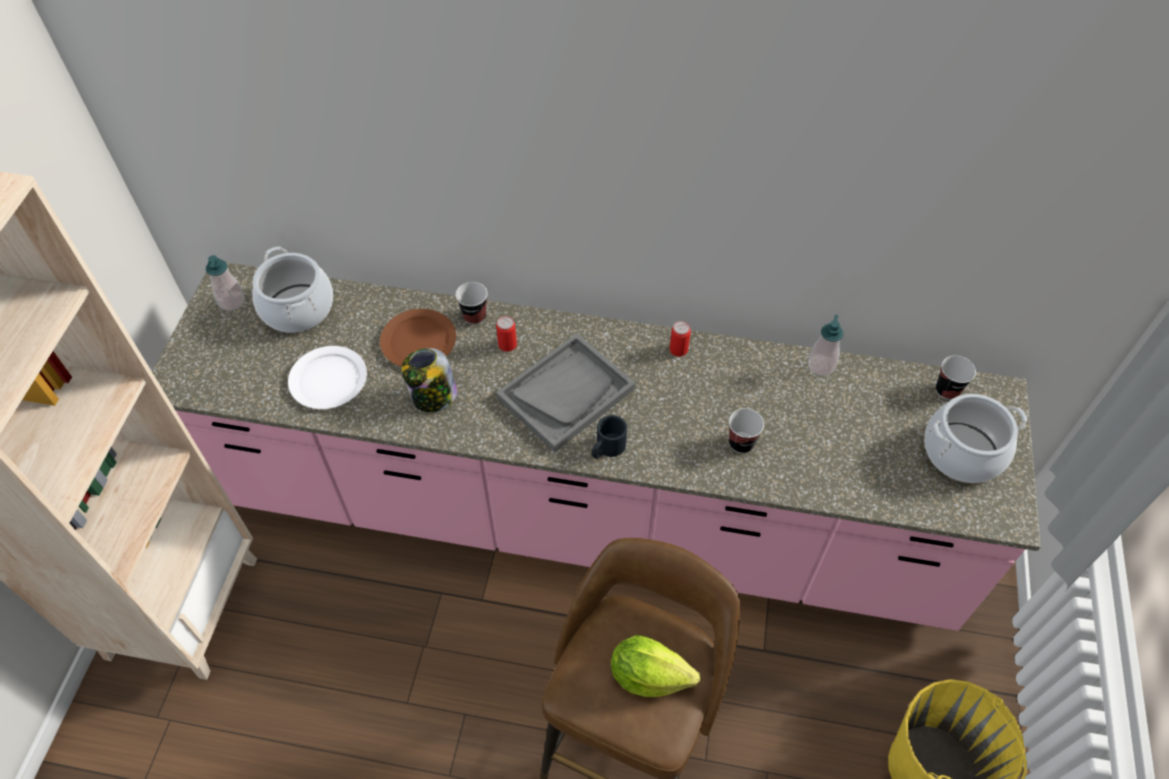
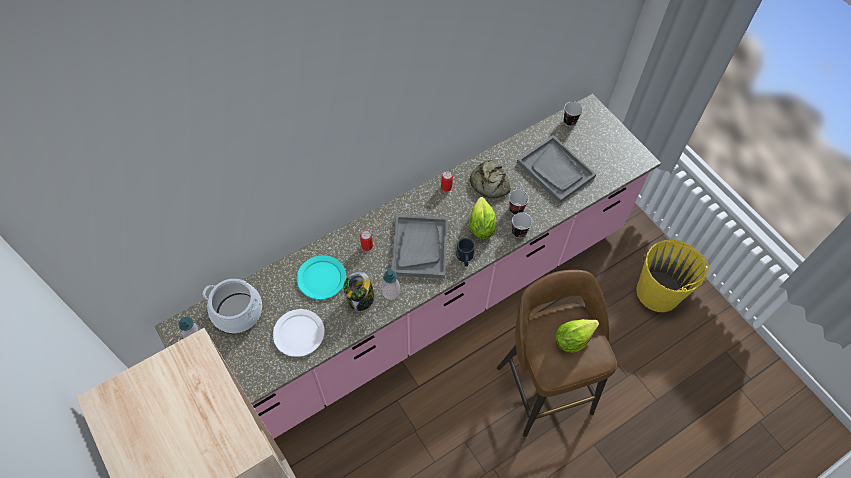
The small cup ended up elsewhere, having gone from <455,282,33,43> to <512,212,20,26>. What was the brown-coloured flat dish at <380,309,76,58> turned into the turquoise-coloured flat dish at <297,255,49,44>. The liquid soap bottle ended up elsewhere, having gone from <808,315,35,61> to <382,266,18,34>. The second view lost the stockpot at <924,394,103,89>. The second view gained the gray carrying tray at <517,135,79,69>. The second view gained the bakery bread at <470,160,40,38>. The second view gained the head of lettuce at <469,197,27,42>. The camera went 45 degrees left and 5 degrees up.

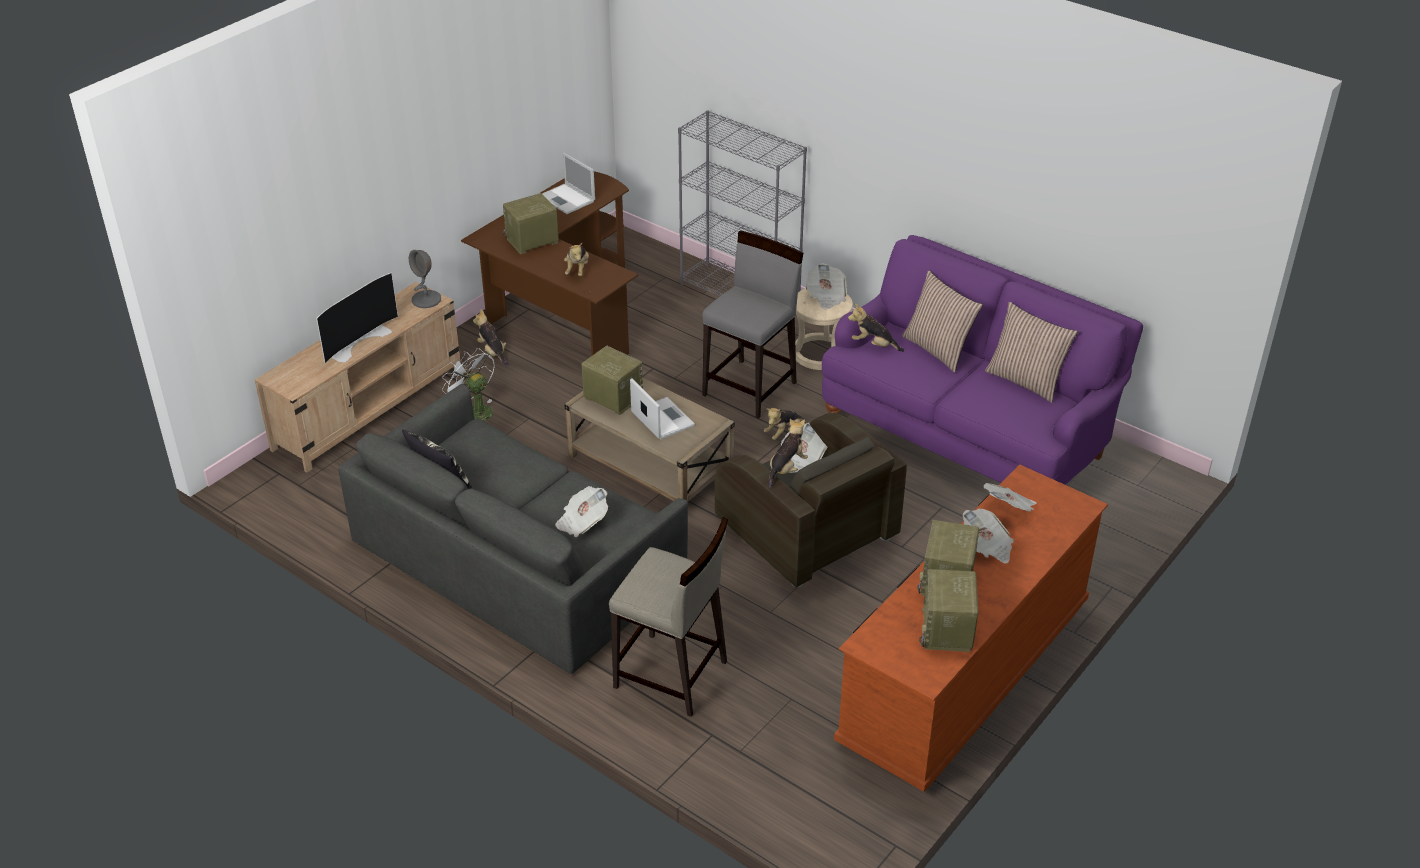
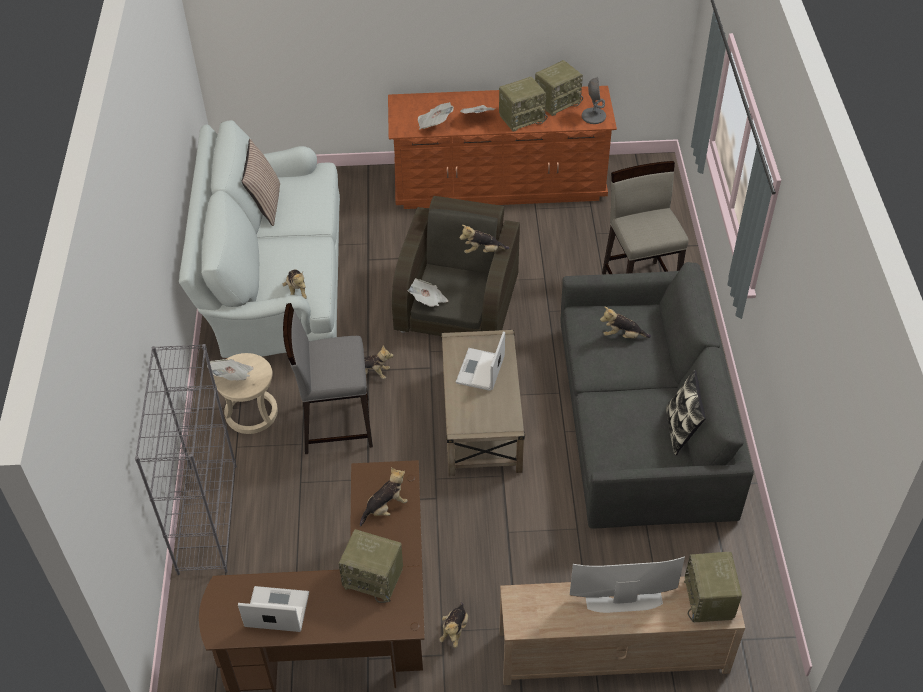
The portable computer at <542,153,53,61> ended up facing another way, 90 degrees counterclockwise from before. What was the purple-coloured settee at <822,235,321,250> turned into the white-coloured settee at <179,120,161,239>. The gray tabletop lamp ended up elsewhere, having gone from <409,250,32,58> to <581,77,25,47>. The second view lost the pillow at <902,270,81,102>. The radio set ended up elsewhere, having gone from <581,346,62,69> to <684,552,58,70>. The second view lost the white-coloured electric fan at <442,348,53,75>. Where the printed paper stood at <555,486,53,51>, the cuddly toy came to stand at <600,307,51,31>. The camera went 130 degrees left and 10 degrees up.

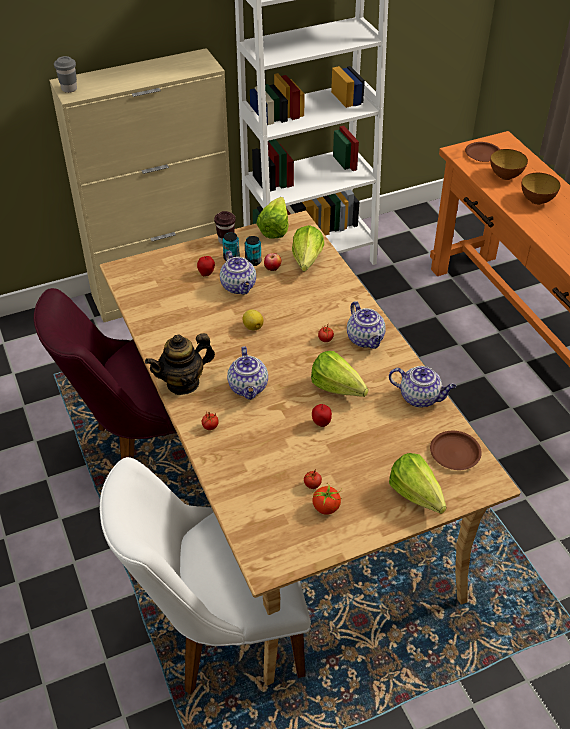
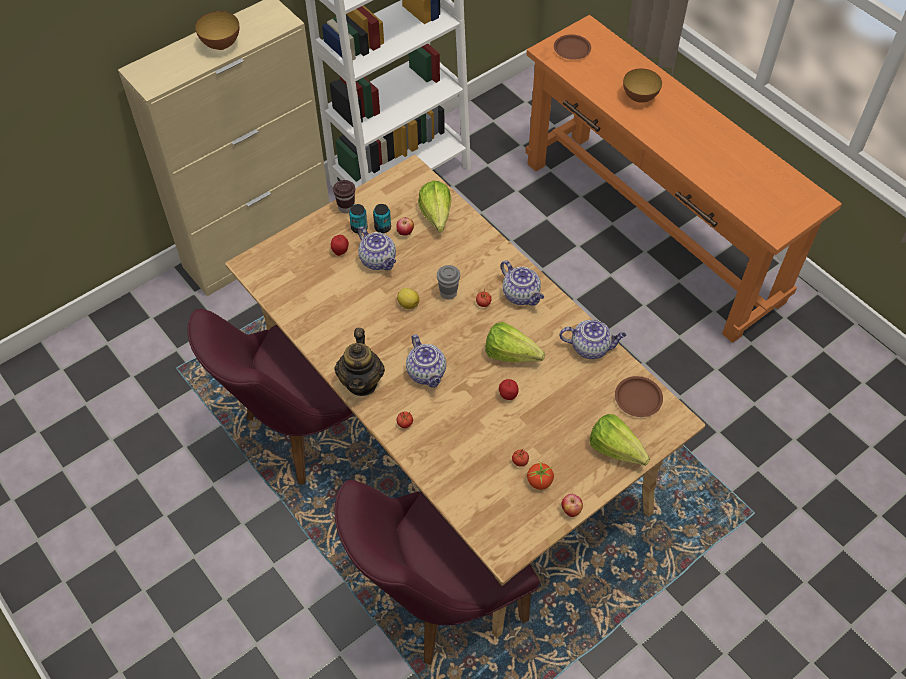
The gray small cup ended up elsewhere, having gone from <54,56,23,37> to <437,265,23,35>. The deep dish ended up elsewhere, having gone from <490,149,38,31> to <195,11,44,39>. The second view lost the head of lettuce at <256,197,33,42>. The pot for tea at <145,333,70,62> ended up facing another way, 45 degrees counterclockwise from before. What was the white-coloured plain chair at <100,457,211,238> turned into the purple-coloured plain chair at <335,480,205,185>. The second view gained the apple fruit at <561,494,22,23>. The camera went 15 degrees left and 10 degrees up.

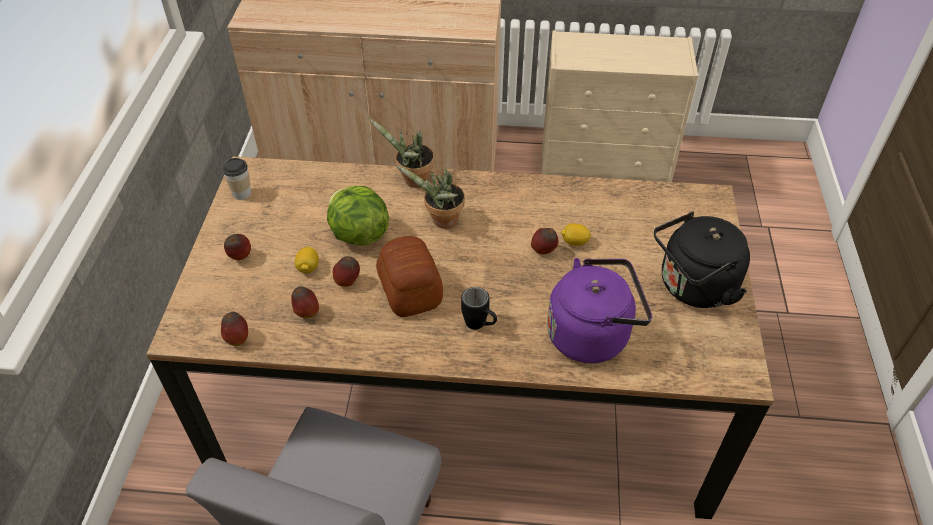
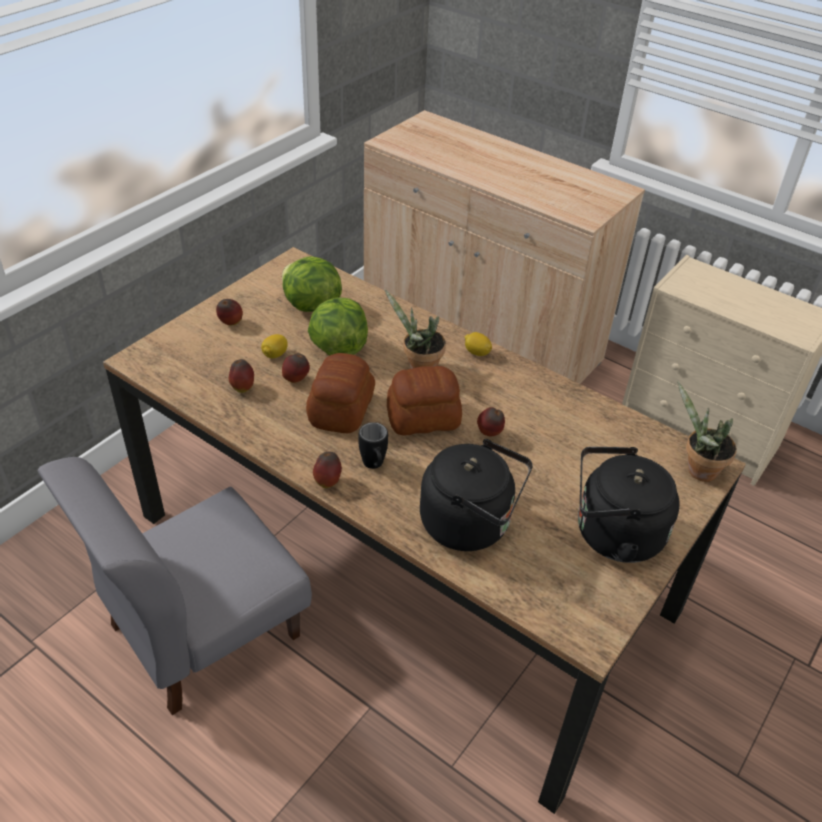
The potted plant ended up elsewhere, having gone from <368,118,66,70> to <677,381,60,101>. The second view lost the small cup at <222,158,29,42>. The whole lemon ended up elsewhere, having gone from <561,223,30,23> to <465,332,27,24>. What was the purple-coloured kettle at <547,258,105,105> turned into the black kettle at <420,439,113,112>. The apple fruit ended up elsewhere, having gone from <221,312,27,34> to <313,452,29,36>. The second view gained the head of lettuce at <282,256,60,56>. The second view gained the bakery bread at <387,366,75,70>. The camera went 30 degrees right and 5 degrees down.

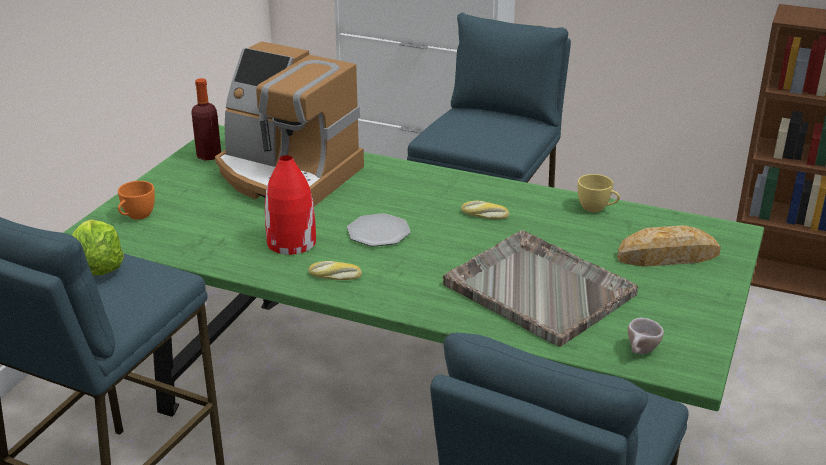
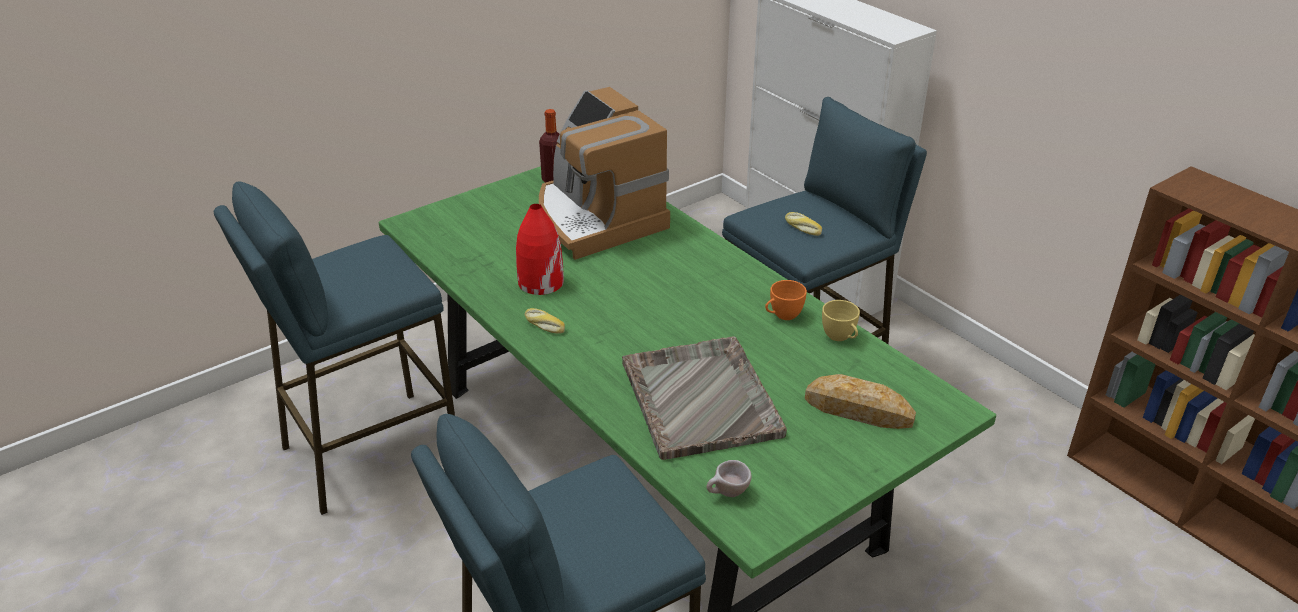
The orange small cup ended up elsewhere, having gone from <118,181,37,39> to <765,280,42,40>. The bakery bread ended up elsewhere, having gone from <461,201,48,18> to <785,212,37,24>. The second view lost the flat dish at <347,213,64,34>. The second view lost the head of lettuce at <72,220,52,56>. The camera went 30 degrees right and 5 degrees up.

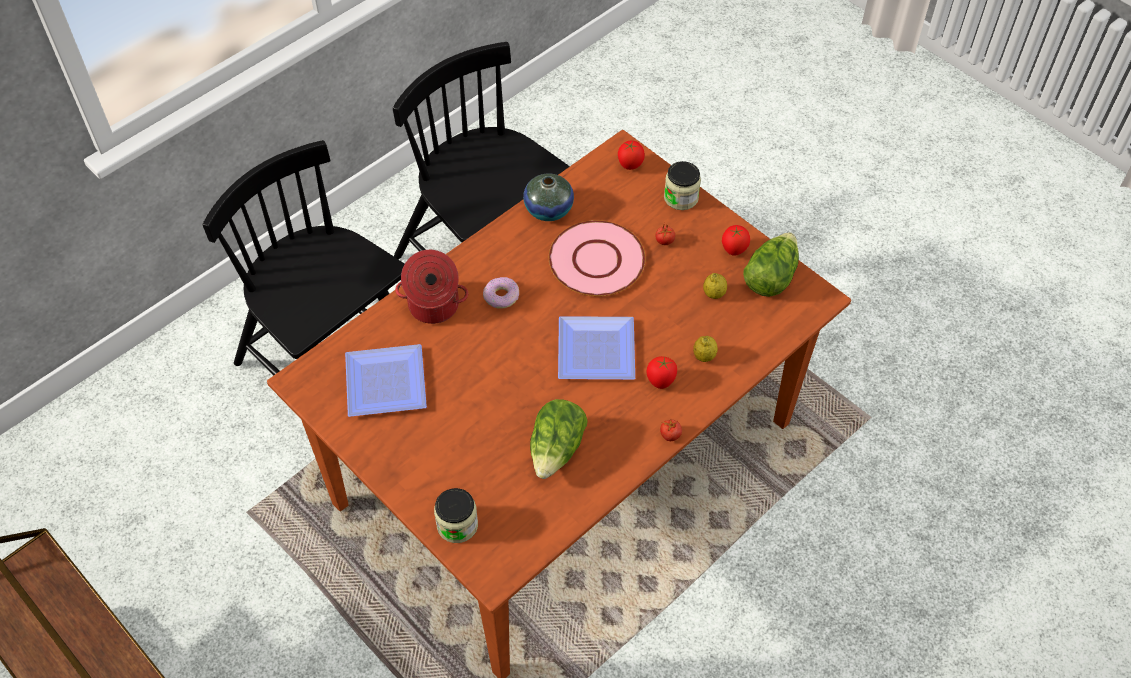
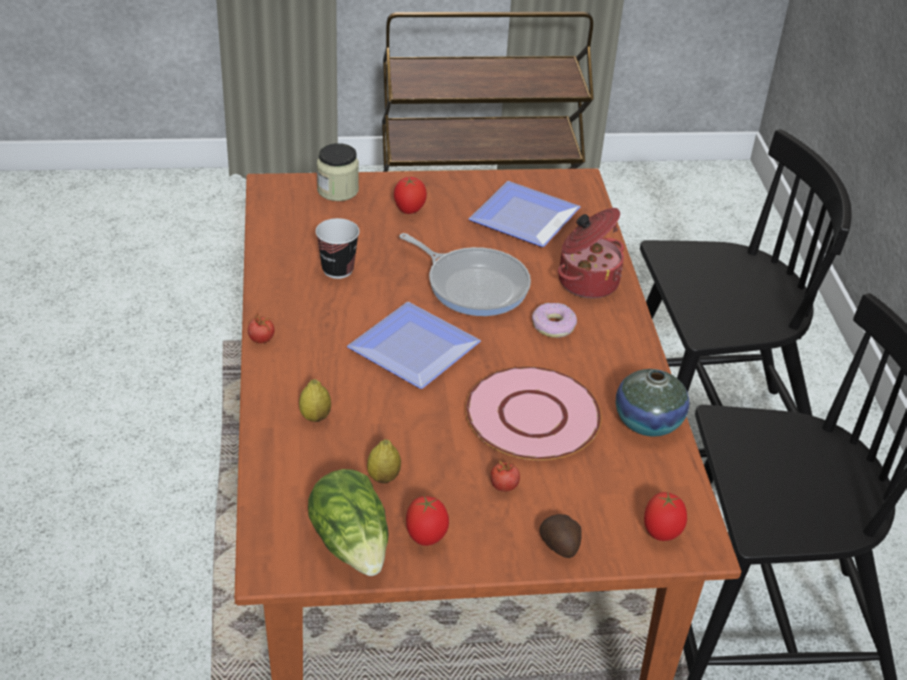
Where the preserve jar stood at <664,161,37,49>, the whole potato came to stand at <539,514,42,44>. The fresh tomato ended up elsewhere, having gone from <647,356,30,33> to <394,177,33,37>. Where the head of lettuce stood at <530,399,58,80>, the small cup came to stand at <316,218,44,61>. The second view gained the frying pan at <399,233,132,83>. The camera went 125 degrees right and 15 degrees down.

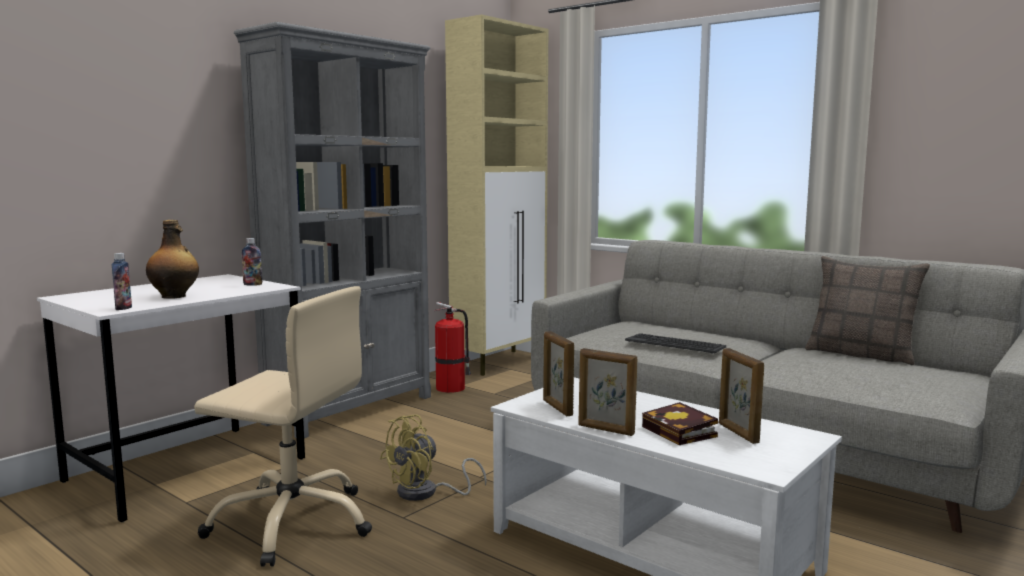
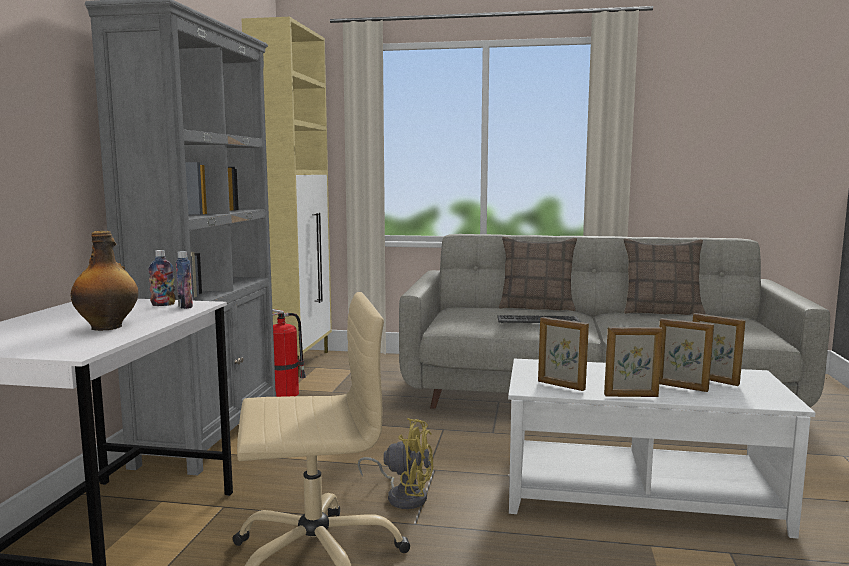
The beverage bottle ended up elsewhere, having gone from <112,253,20,57> to <176,251,17,58>. Where the volume stood at <642,402,76,43>, the picture frame came to stand at <659,318,55,74>. The yellow electric fan at <380,414,107,87> ended up facing another way, 90 degrees counterclockwise from before. The second view gained the pillow at <499,237,78,74>. The camera went 30 degrees left and 0 degrees up.

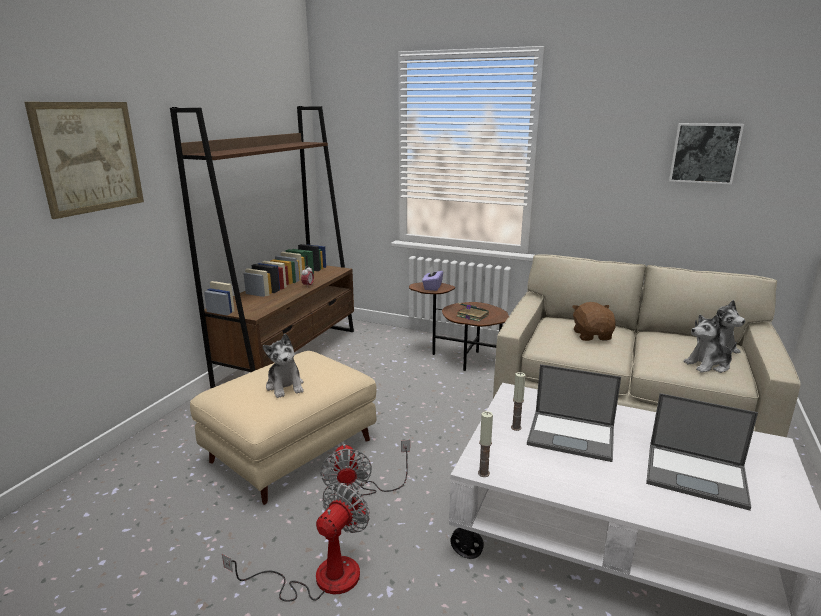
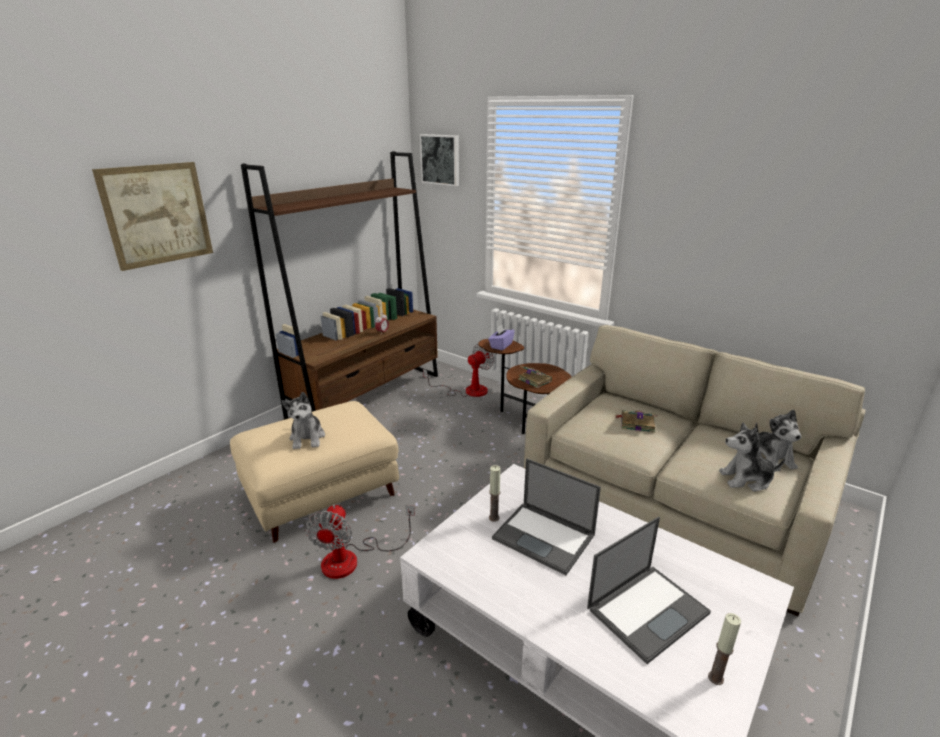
The wall art ended up elsewhere, having gone from <669,123,75,62> to <420,134,39,52>. Where the brown-coloured cuddly toy stood at <572,302,44,39>, the volume came to stand at <615,410,43,23>. The portable computer at <646,393,112,118> ended up facing another way, 75 degrees counterclockwise from before. The wax candle ended up elsewhere, having gone from <478,411,15,66> to <708,613,33,72>. The electric fan ended up elsewhere, having gone from <222,483,148,119> to <423,344,71,53>. The camera went 15 degrees right and 5 degrees up.

